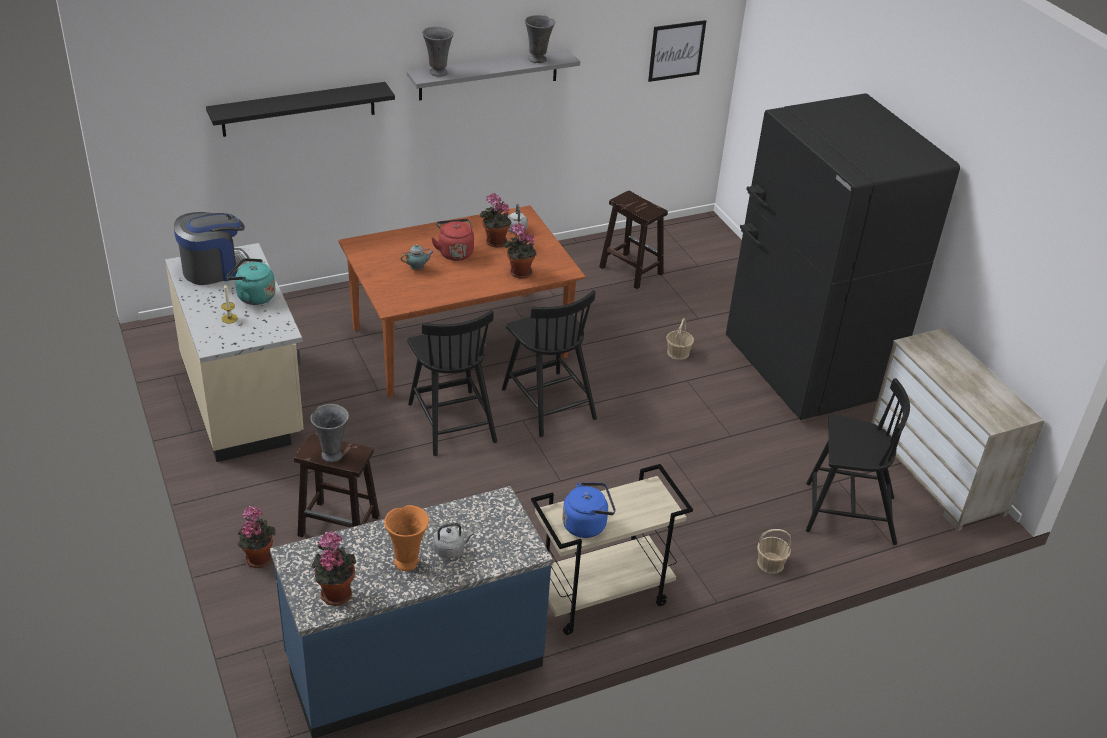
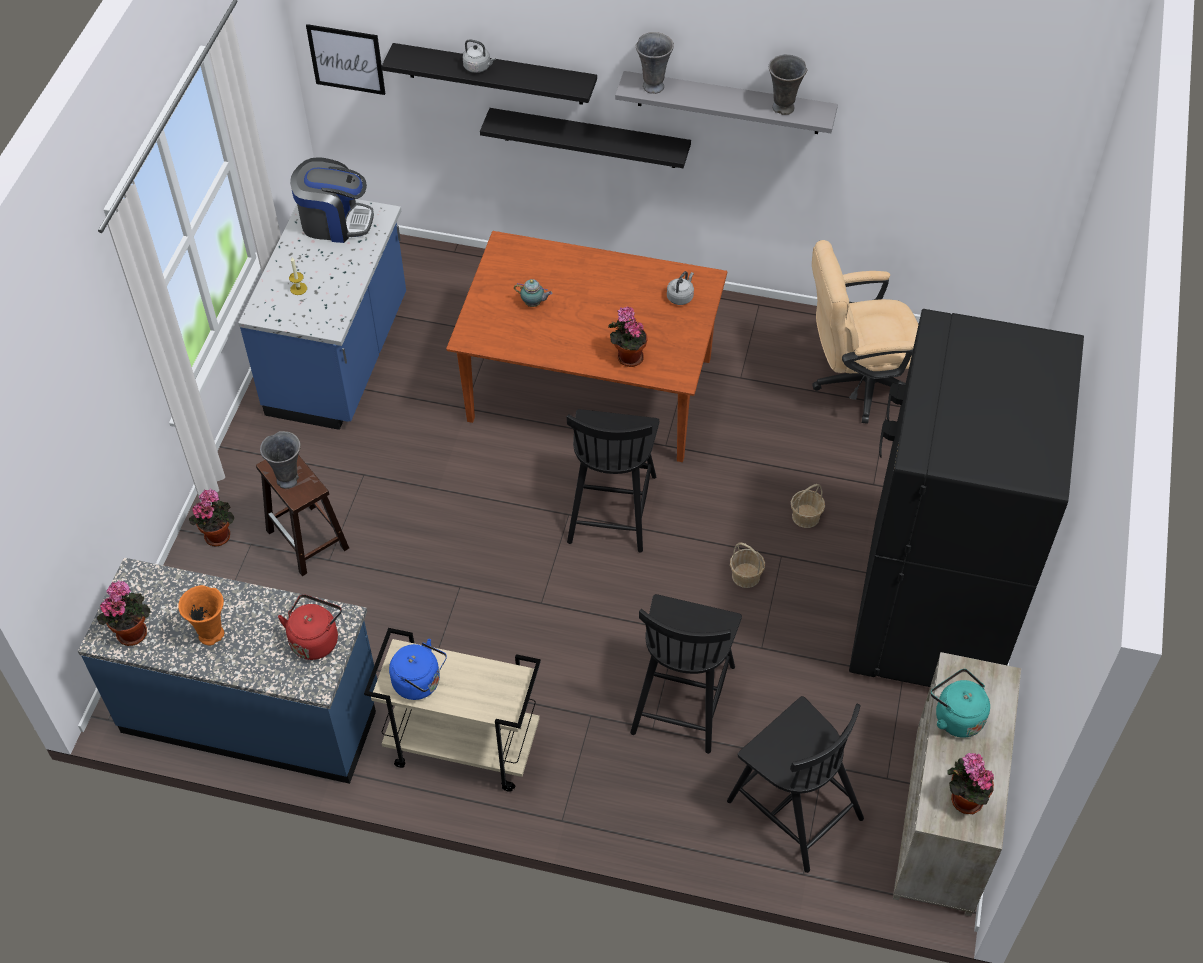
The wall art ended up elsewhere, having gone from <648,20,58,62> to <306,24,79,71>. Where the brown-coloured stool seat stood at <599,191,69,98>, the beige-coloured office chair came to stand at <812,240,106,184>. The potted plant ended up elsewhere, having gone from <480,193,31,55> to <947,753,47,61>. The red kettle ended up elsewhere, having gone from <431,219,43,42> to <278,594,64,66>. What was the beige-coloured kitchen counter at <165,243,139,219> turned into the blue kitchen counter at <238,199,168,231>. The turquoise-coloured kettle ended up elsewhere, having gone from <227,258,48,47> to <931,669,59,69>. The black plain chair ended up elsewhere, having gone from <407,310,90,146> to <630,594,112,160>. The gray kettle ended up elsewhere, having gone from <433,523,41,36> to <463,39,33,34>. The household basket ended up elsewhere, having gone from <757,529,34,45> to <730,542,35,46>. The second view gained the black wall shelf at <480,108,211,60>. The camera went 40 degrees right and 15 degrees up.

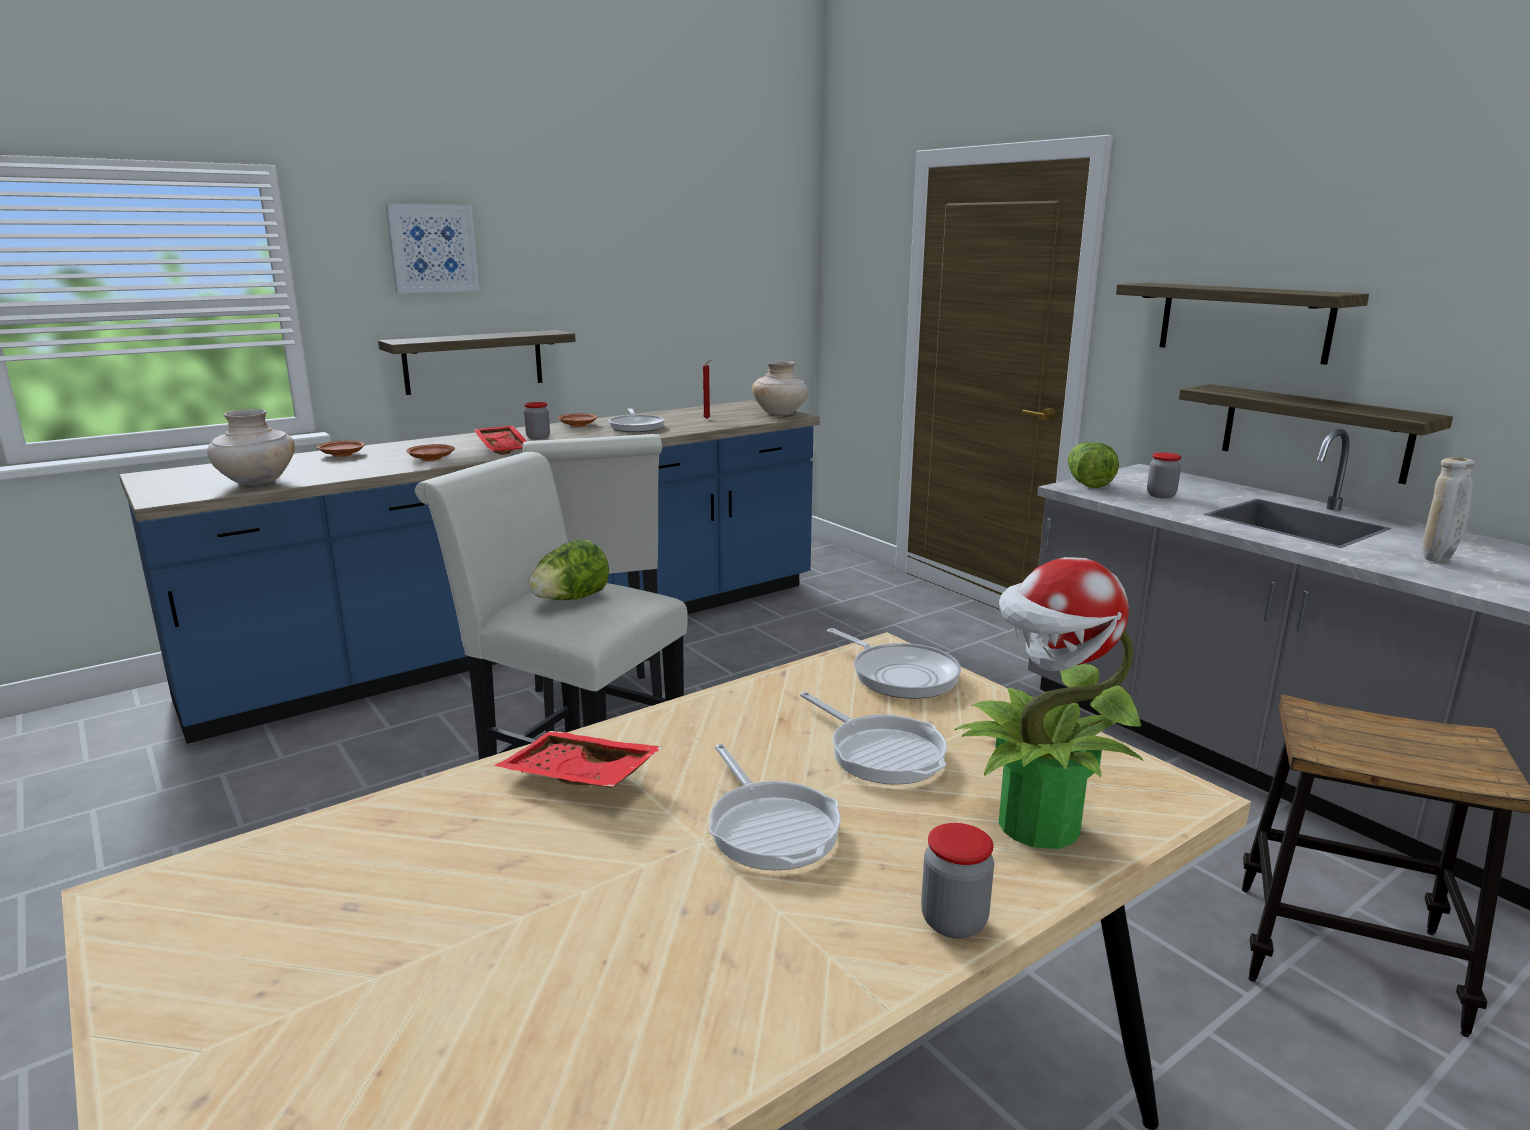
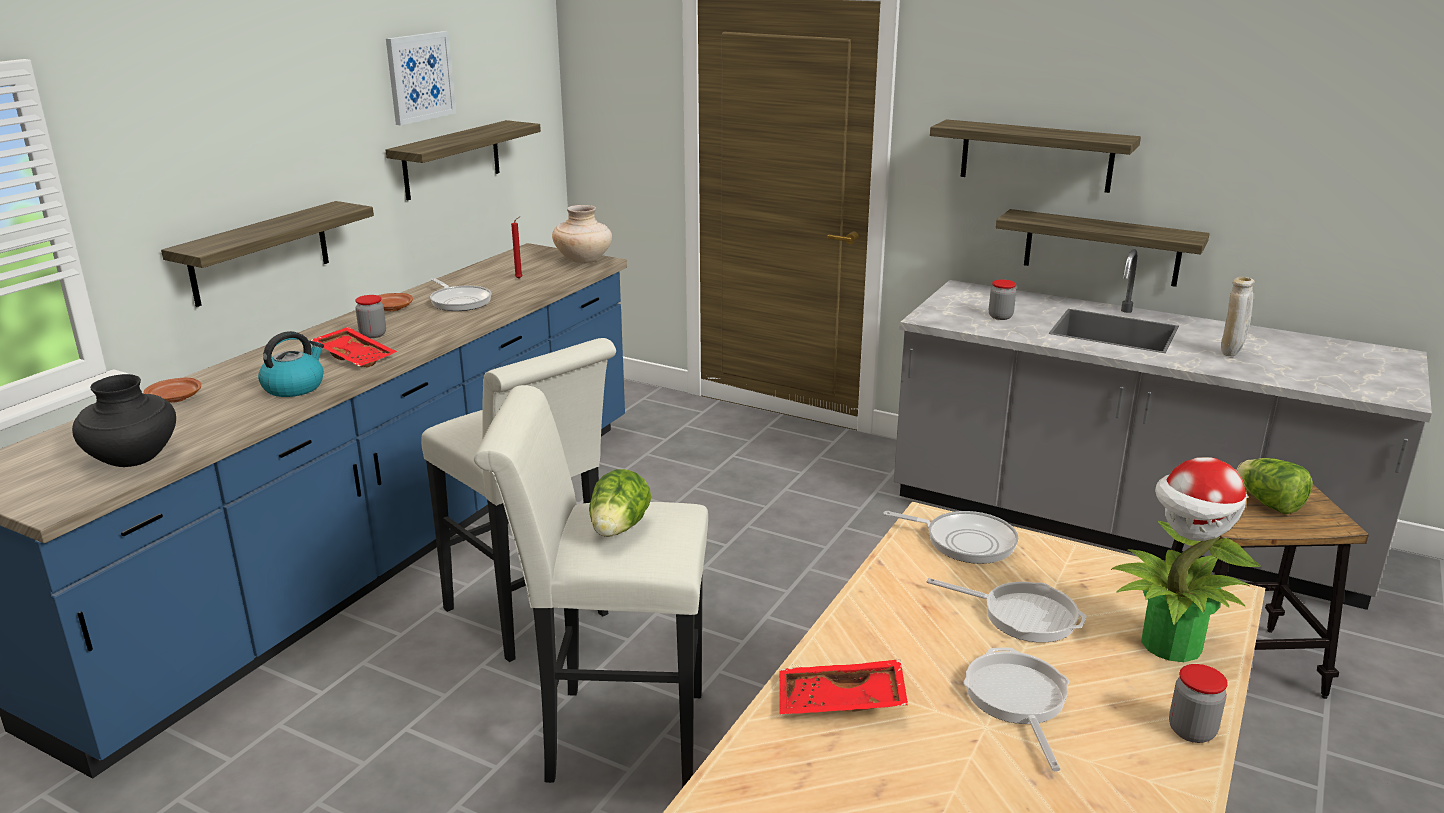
The wall art ended up elsewhere, having gone from <385,204,94,89> to <386,31,70,94>. What was the beige-coloured vase at <207,409,88,76> turned into the black vase at <72,374,104,93>. The head of lettuce ended up elsewhere, having gone from <1068,442,51,46> to <1236,458,77,56>. Where the brown-coloured flat dish stood at <406,444,49,17>, the kettle came to stand at <258,331,66,66>. The frying pan at <709,744,132,126> ended up facing another way, 135 degrees counterclockwise from before. The second view gained the wall shelf at <386,120,155,80>. The camera went 25 degrees left and 5 degrees up.

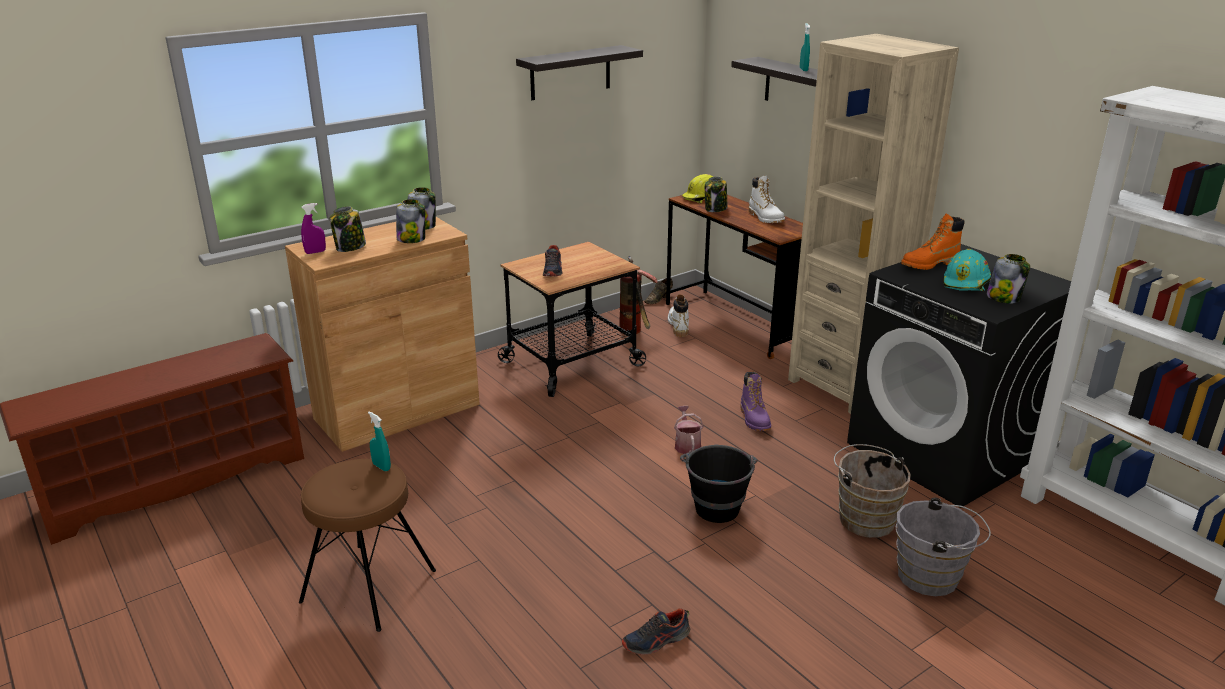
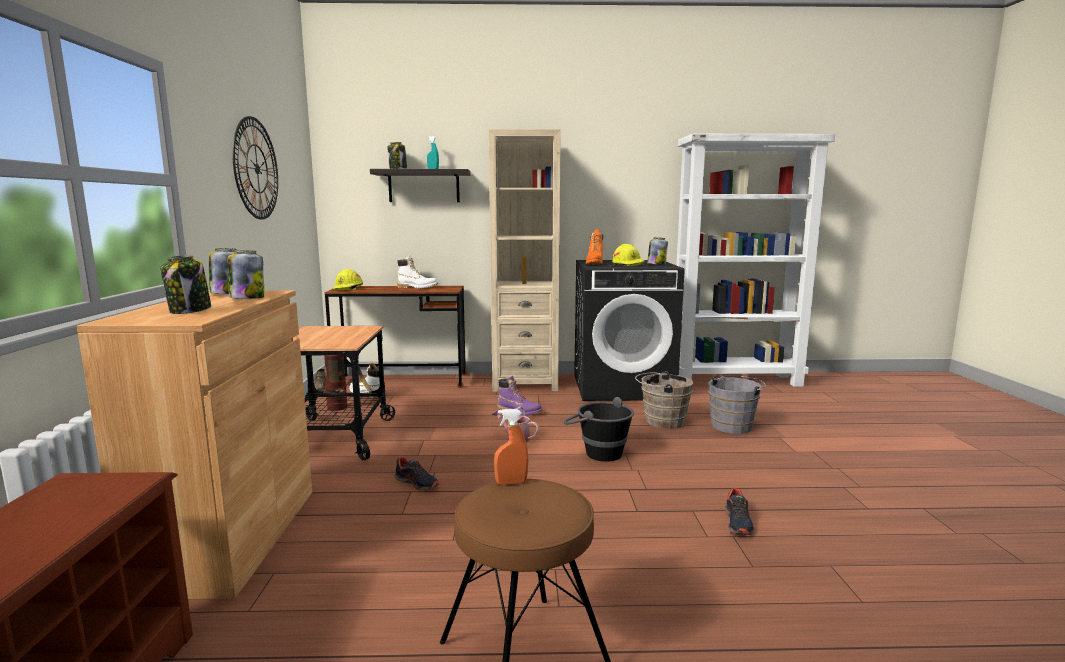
Where the wall shelf hung at <516,45,127,55>, the hanging clock came to hang at <232,116,46,104>. The preserve jar ended up elsewhere, having gone from <705,177,22,35> to <388,142,19,27>. The second view lost the purple-coloured hand sprayer at <301,203,25,51>. The item of footwear ended up elsewhere, having gone from <543,245,19,32> to <395,457,44,34>. What was the turquoise-coloured work helmet at <944,249,47,42> turned into the yellow work helmet at <612,244,33,22>. What was the turquoise-coloured hand sprayer at <368,412,23,59> turned into the orange hand sprayer at <494,409,35,76>. The camera went 55 degrees left and 15 degrees down.

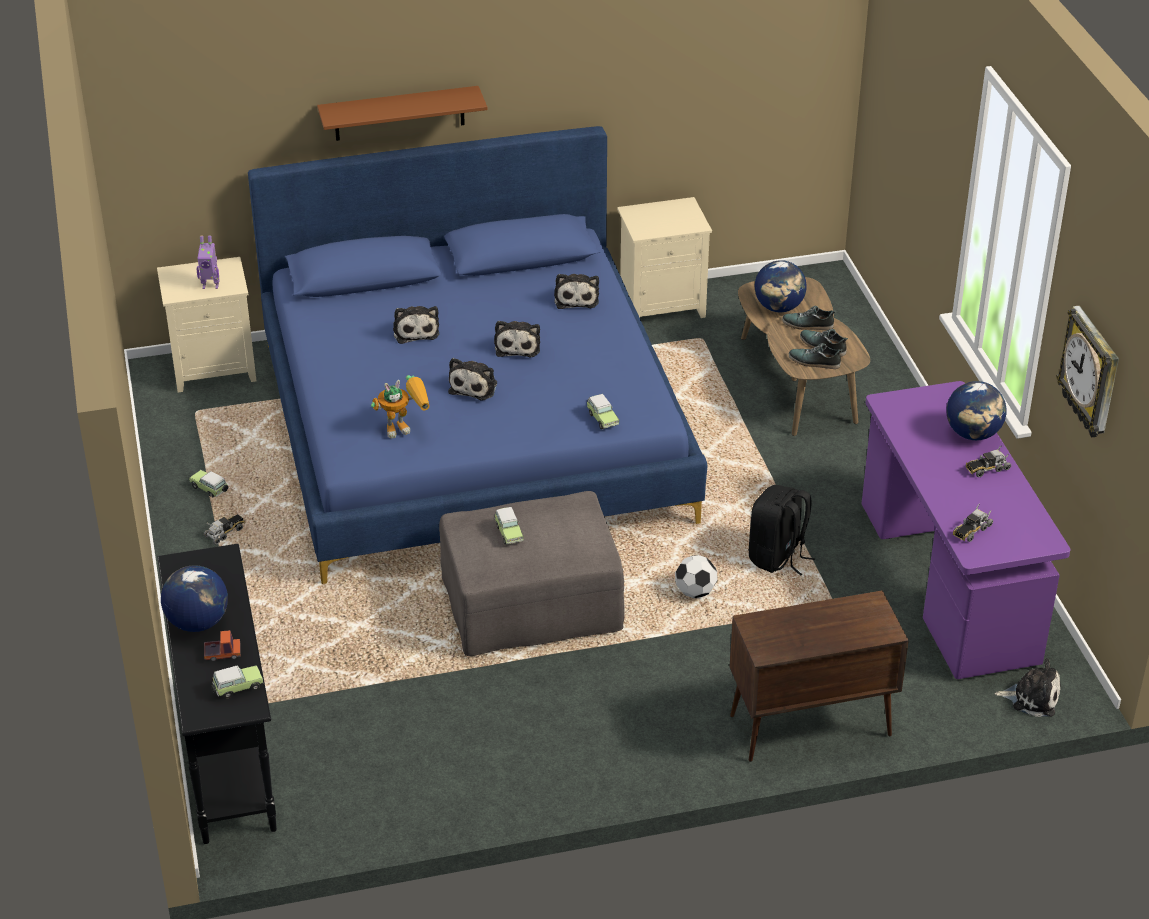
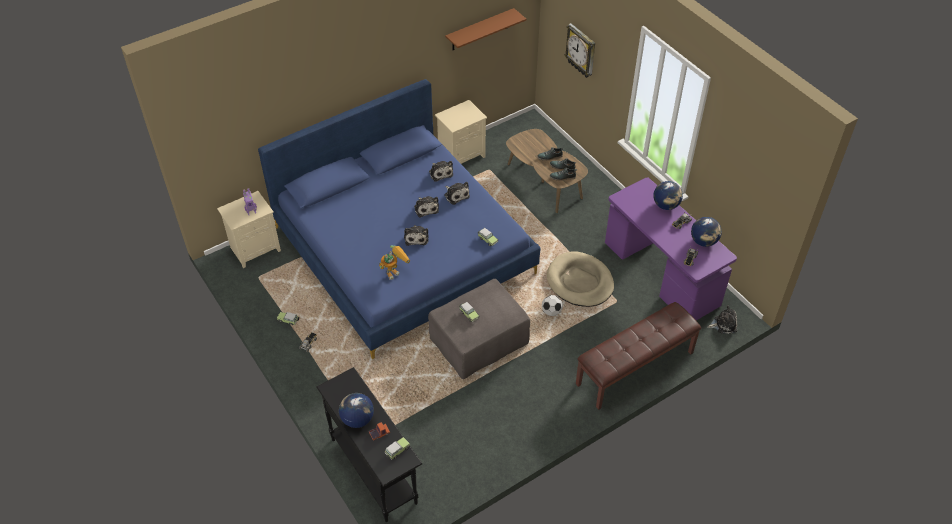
The brown-coloured wall shelf ended up elsewhere, having gone from <317,86,170,55> to <445,8,81,42>. The world globe ended up elsewhere, having gone from <755,260,52,52> to <691,217,31,30>. The cuddly toy ended up elsewhere, having gone from <393,306,46,38> to <444,182,26,23>. The hanging clock ended up elsewhere, having gone from <1056,306,63,131> to <565,23,30,55>. Where the black backpack stood at <749,485,66,91>, the beige-coloured dog bed came to stand at <547,251,67,56>. Where the brown-coloured cupboard stood at <729,590,180,172>, the brown-coloured bench came to stand at <576,302,125,108>. The camera went 20 degrees left and 10 degrees up.

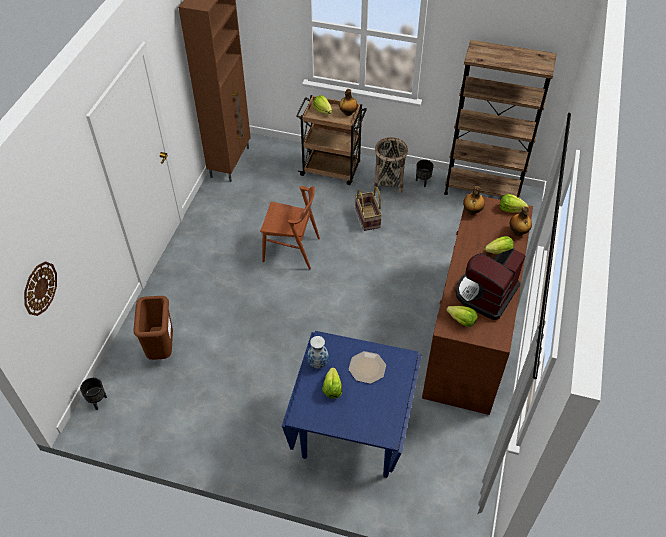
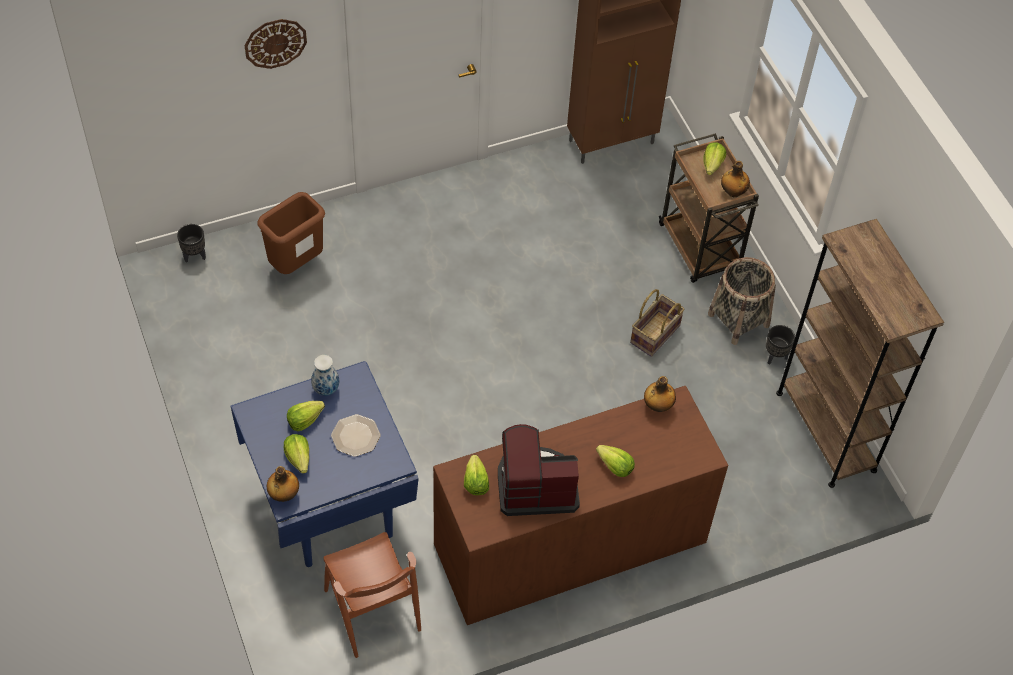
The brown-coloured plain chair ended up elsewhere, having gone from <260,186,60,84> to <324,532,97,126>. The head of lettuce ended up elsewhere, having gone from <500,194,28,19> to <284,434,25,39>. The beverage bottle ended up elsewhere, having gone from <510,206,22,30> to <267,466,32,36>. The hanging clock ended up elsewhere, having gone from <24,261,33,55> to <244,19,63,50>. The camera went 50 degrees right and 5 degrees up.

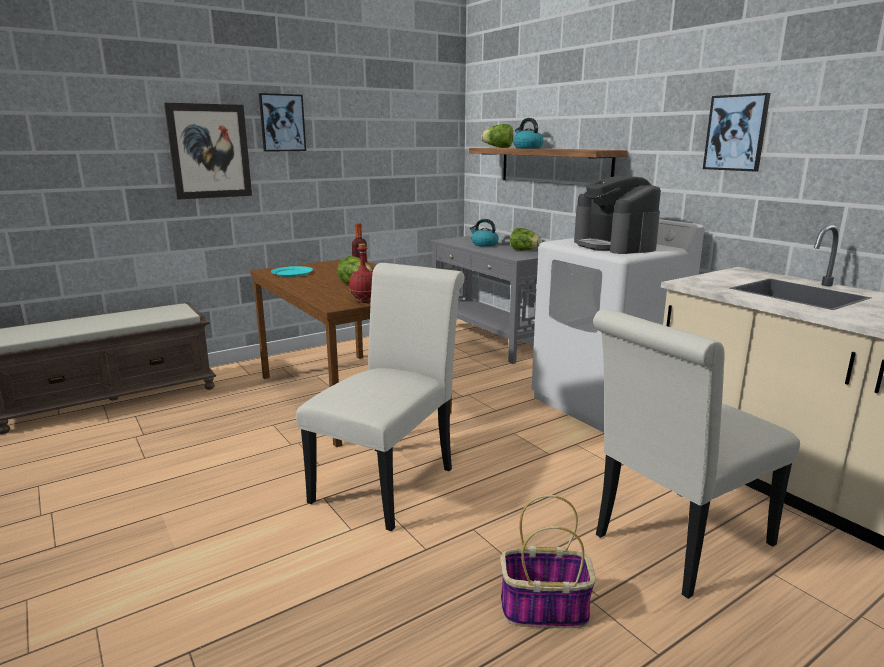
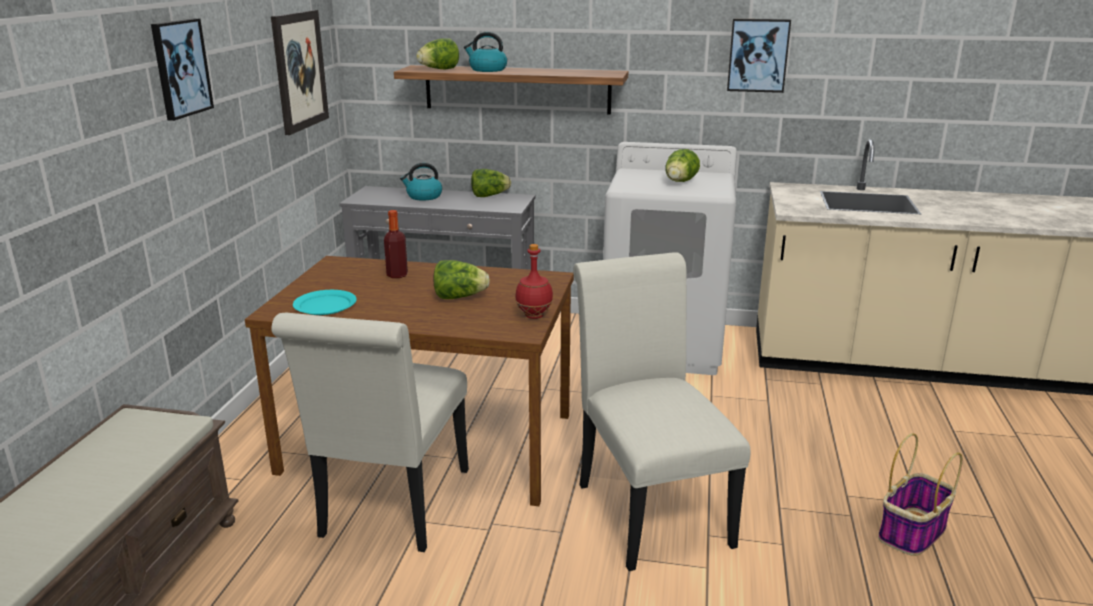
The wall art ended up elsewhere, having gone from <164,103,88,97> to <271,10,58,125>. Where the coffee machine stood at <574,176,87,78>, the head of lettuce came to stand at <665,149,35,33>. The white-coloured plain chair ended up elsewhere, having gone from <593,309,207,290> to <271,313,198,239>. The camera went 45 degrees left and 5 degrees up.

